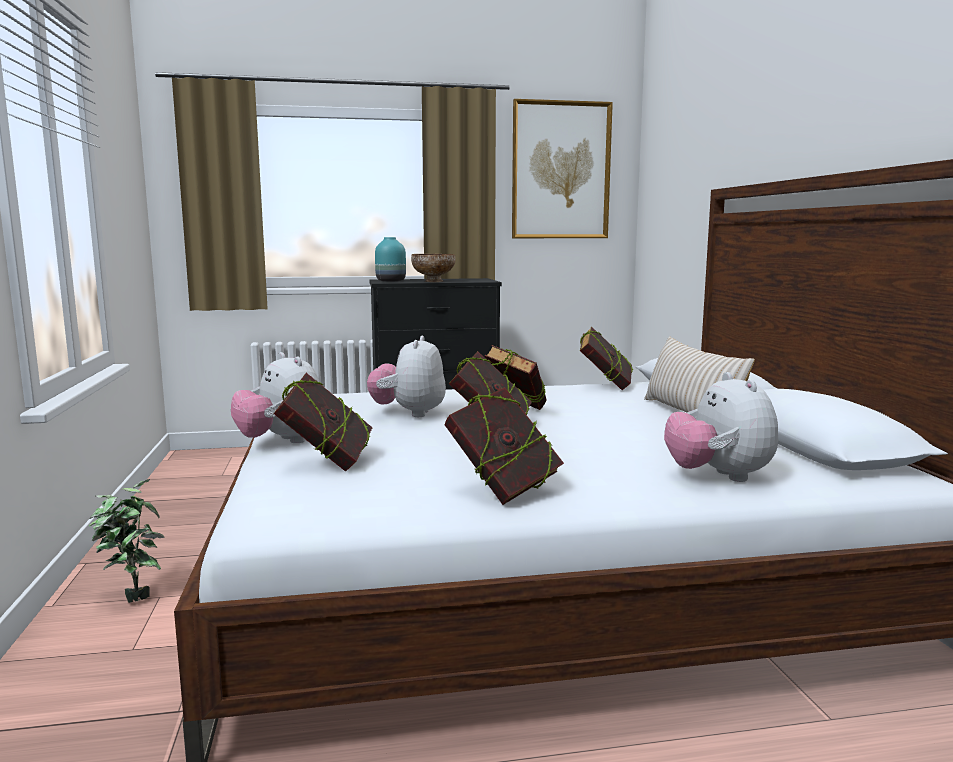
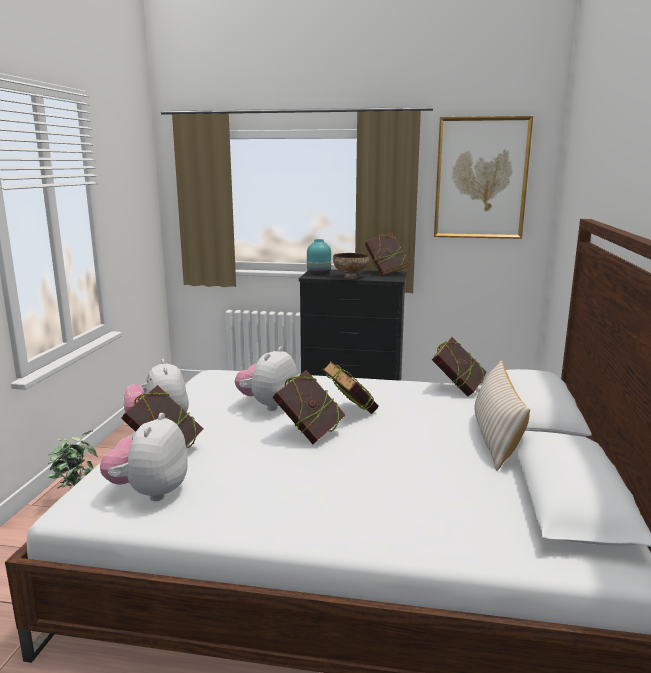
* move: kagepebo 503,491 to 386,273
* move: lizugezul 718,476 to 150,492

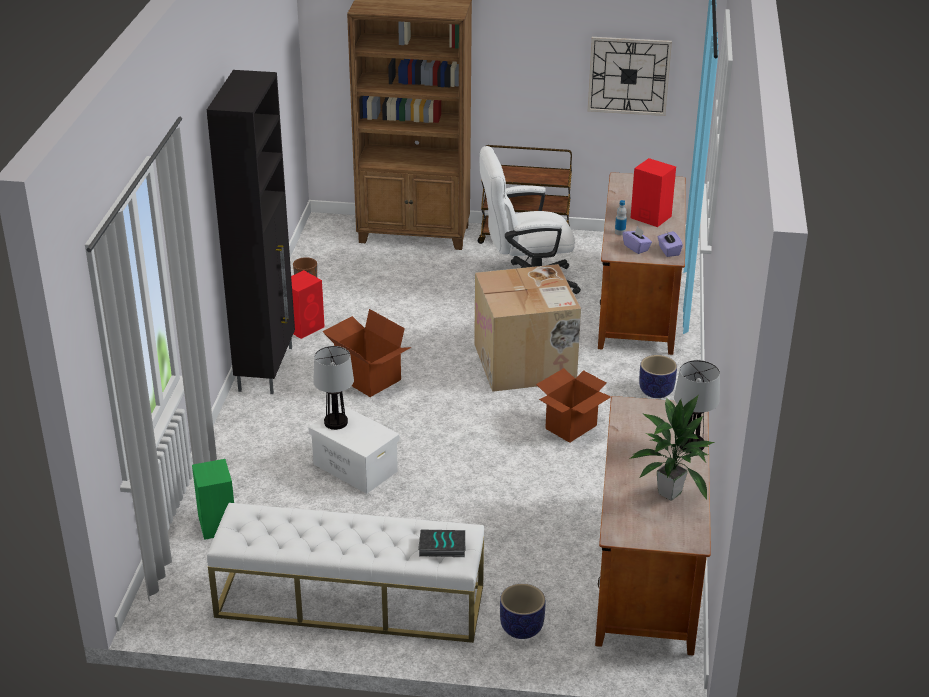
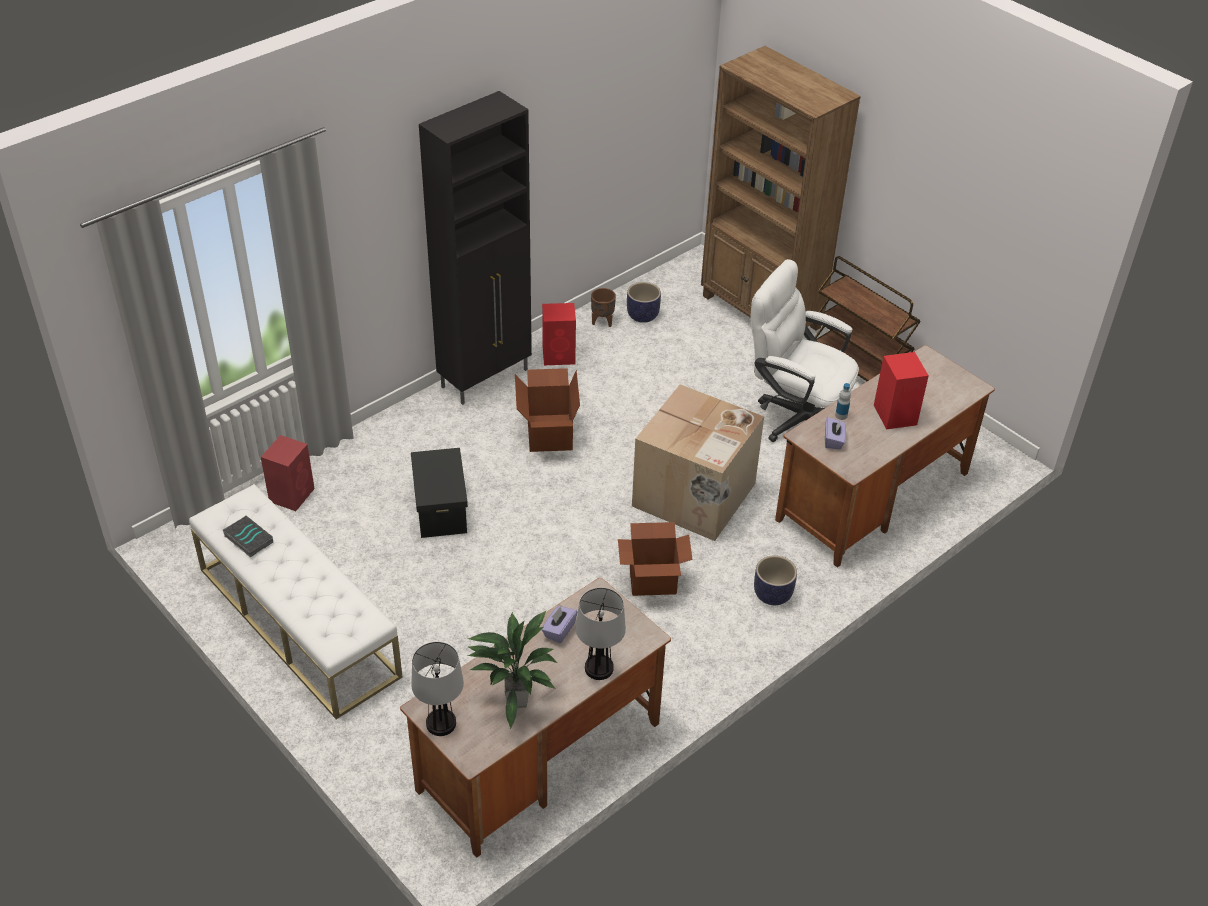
* delete: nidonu 629,76
* move: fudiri 335,422 to 440,723
* move: kagepebo 441,547 to 247,539
* move: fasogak 522,628 to 643,316
* move: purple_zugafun 668,251 to 559,630
* recolor: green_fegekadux 217,523 to red_fegekadux 292,494
* recolor: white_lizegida 354,467 to black_lizegida 440,508

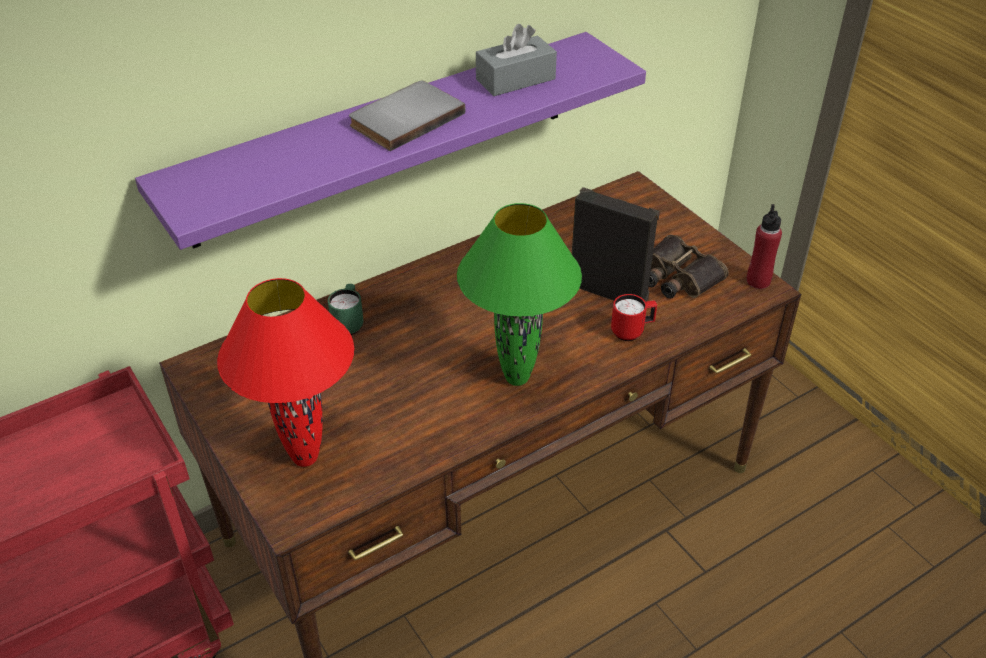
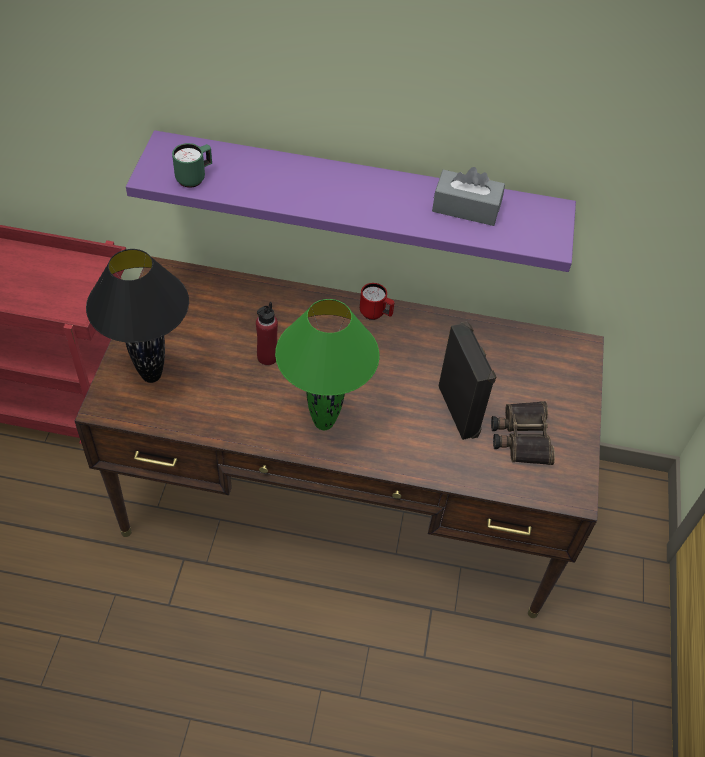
* delete: grey_kagepebo 404,118
* move: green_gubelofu 349,323 to 194,178
* move: red_gubelofu 632,332 to 376,314
* move: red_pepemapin 758,281 to 267,357
* recolor: red_fudiri 304,459 to black_fudiri 150,376

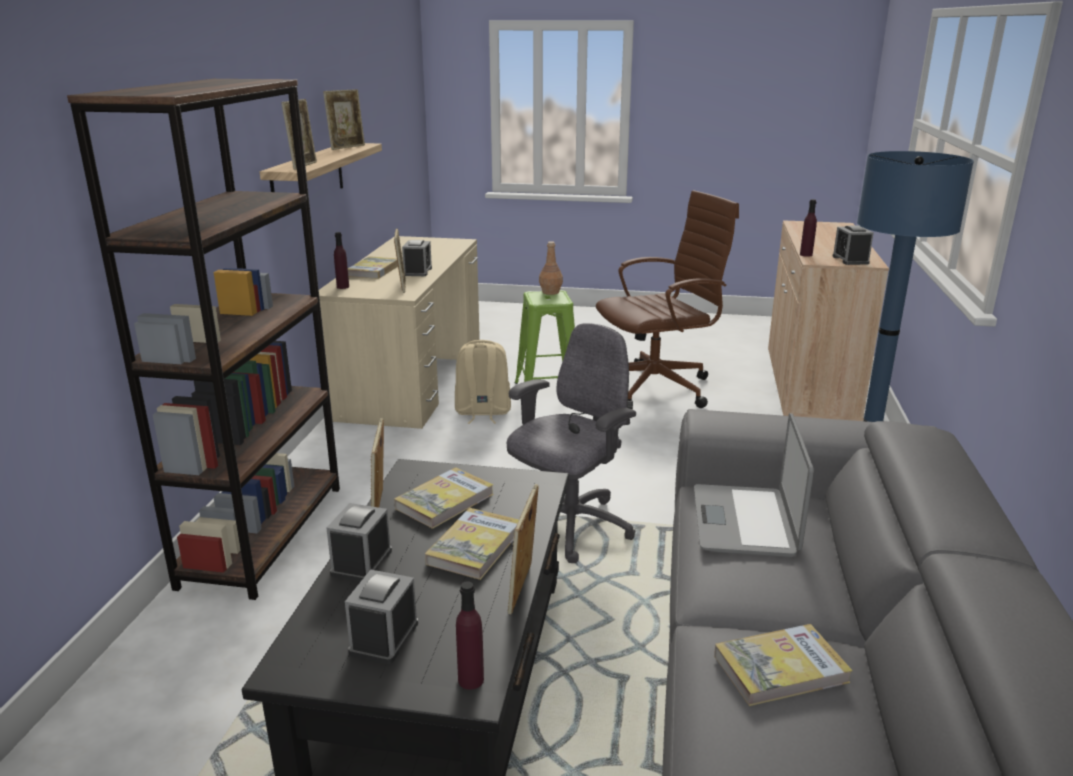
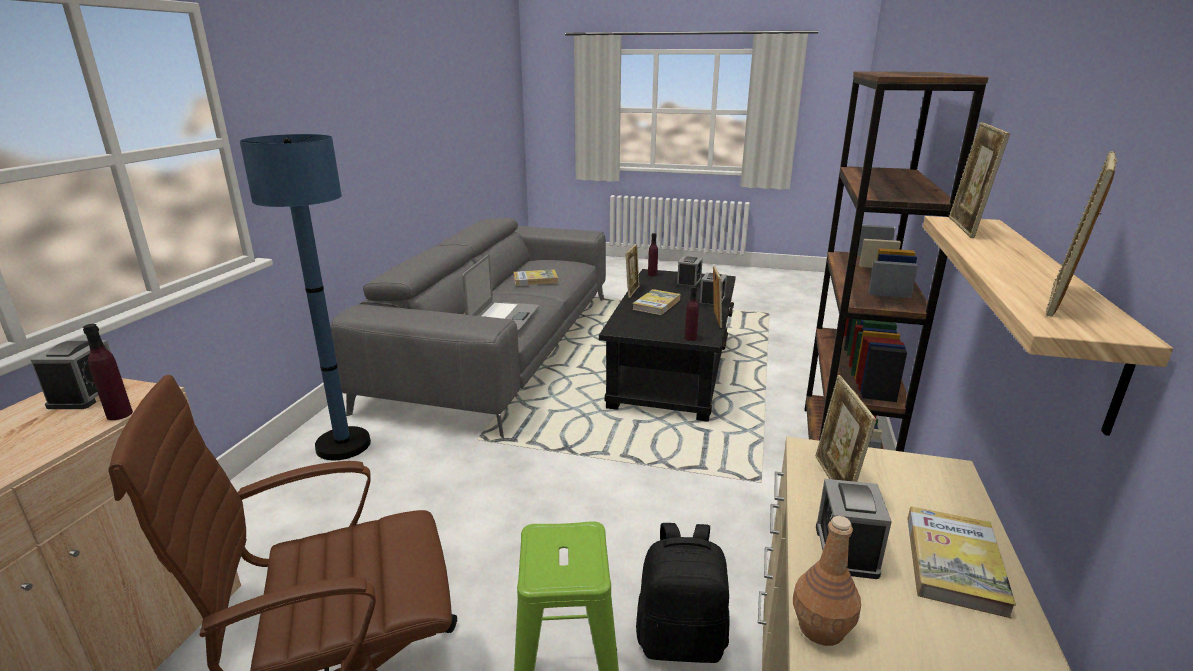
* delete: kagepebo 444,501
* delete: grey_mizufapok 569,528
* move: purple_pepemapin 343,287 to 690,338
* move: brown_pepemapin 551,292 to 820,627
* recolor: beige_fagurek 482,412 to black_fagurek 681,640

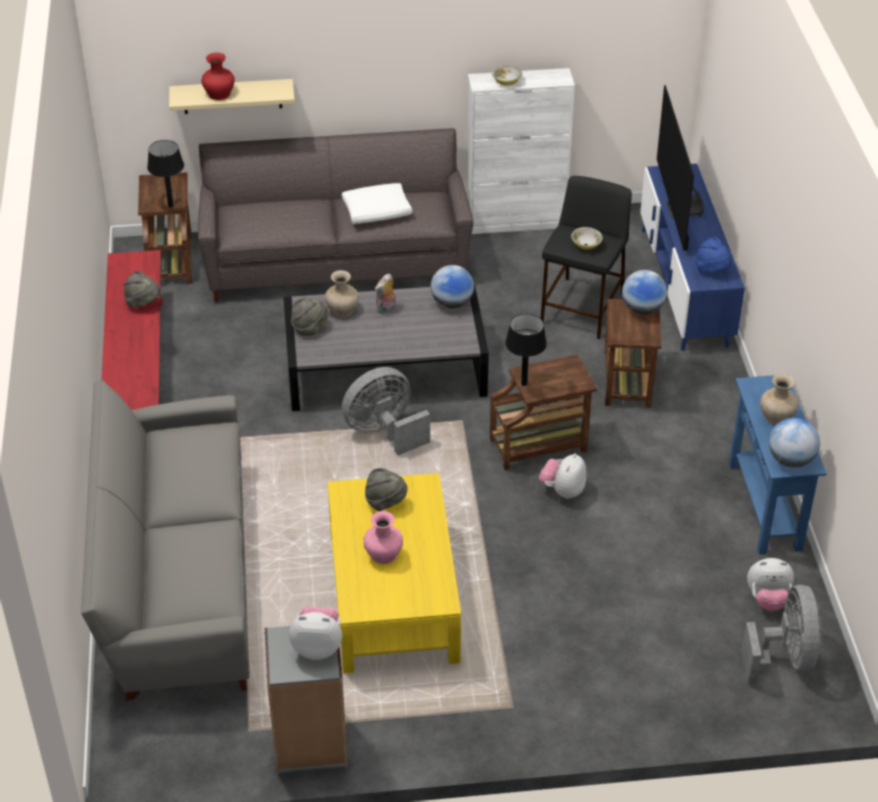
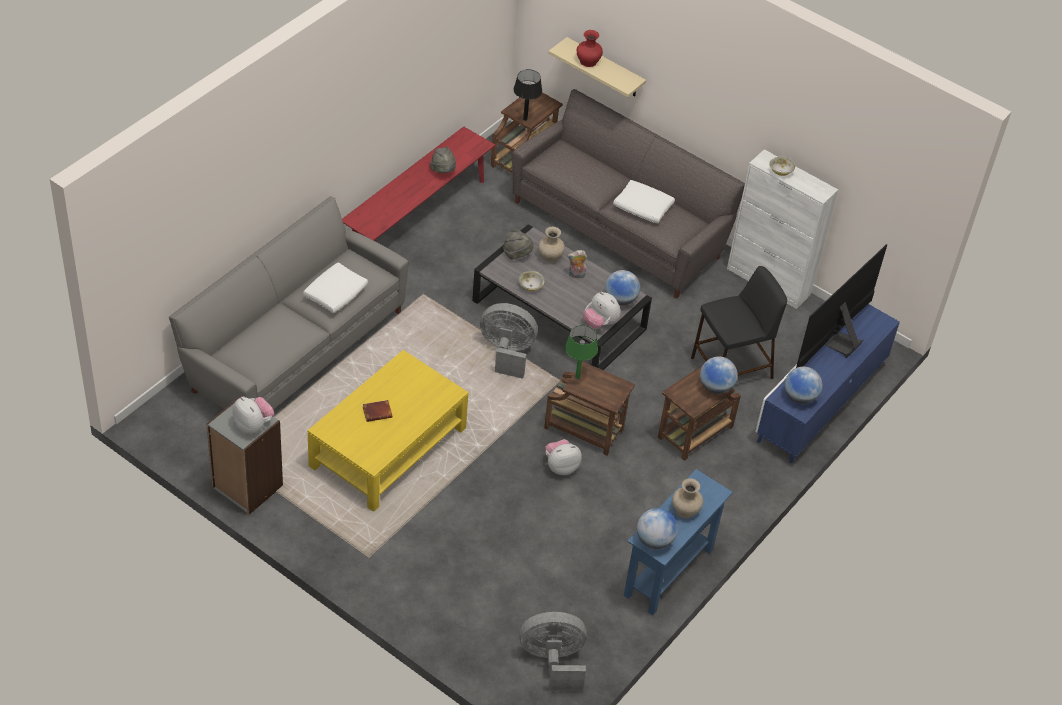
* delete: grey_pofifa 385,502
* insert: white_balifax 336,293
* move: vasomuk 586,245 to 531,286
* move: lizugezul 768,599 to 600,323
* replace: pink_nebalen 383,554 to brown_kagepebo 378,412
* replace: blue_pofifa 712,270 to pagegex 800,397
* recolor: black_fudiri 523,383 to green_fudiri 577,376
* rotate: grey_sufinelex 785,657 = 553,661 135 degrees counterclockwise

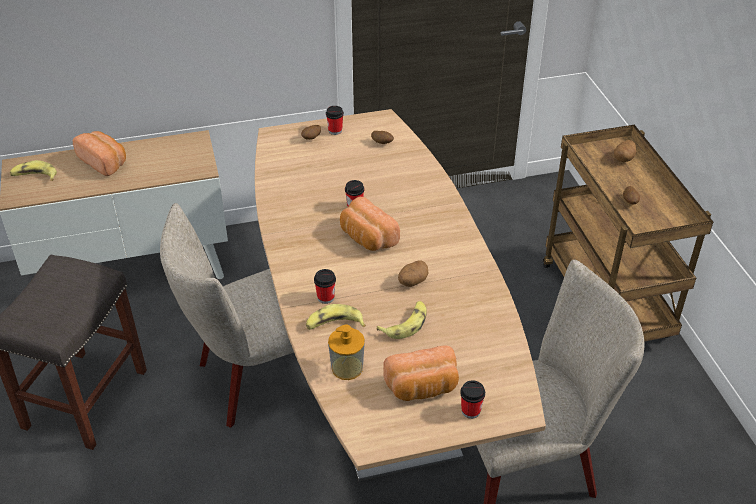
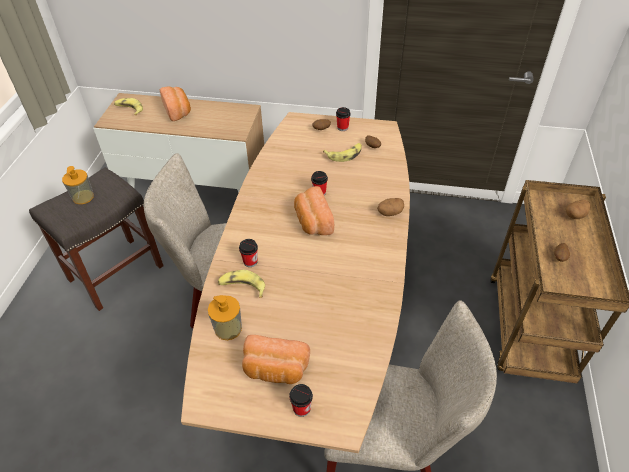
* insert: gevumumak 83,197
* move: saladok 405,324 to 344,154
* move: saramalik 412,282 to 389,213

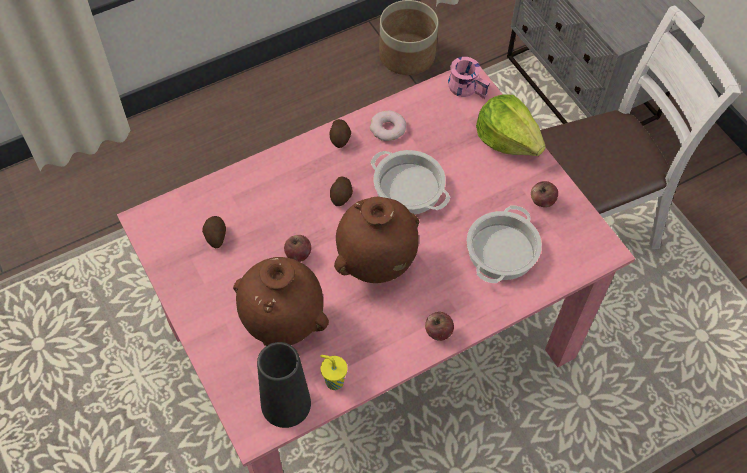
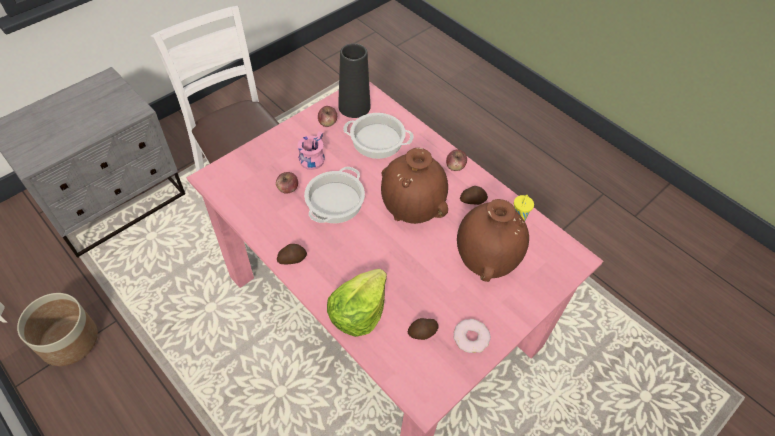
* move: black_nebalen 286,404 to 354,106
* move: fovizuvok 298,254 to 288,189
* move: saramalik 341,196 to 472,200
* move: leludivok 388,128 to 471,337
* move: pink_gubelofu 468,86 to 312,157
* move: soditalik 507,139 to 358,311

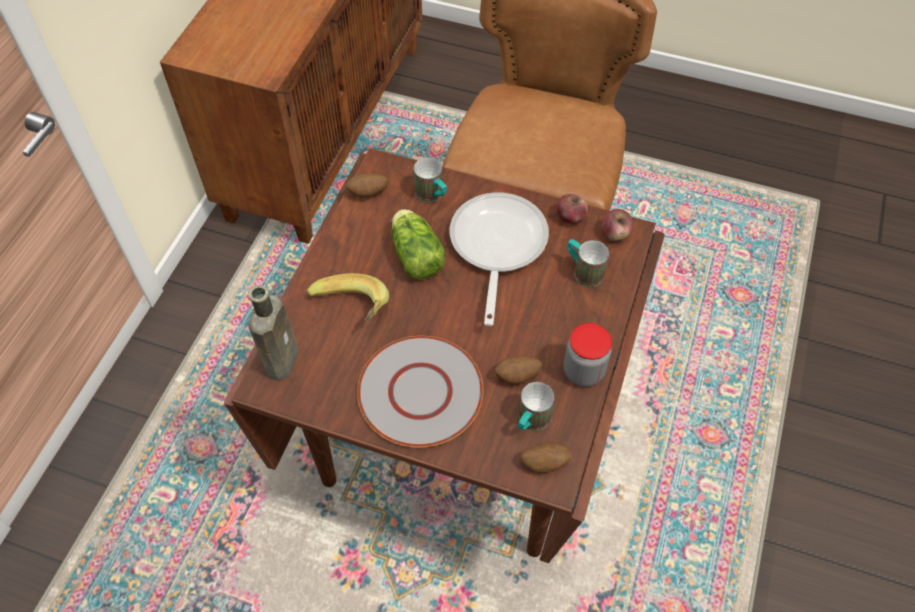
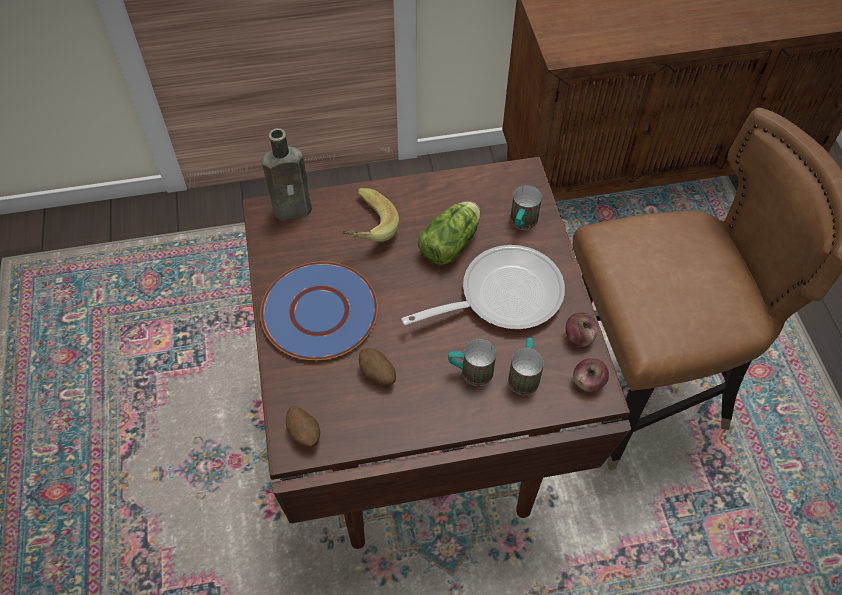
* delete: saramalik 368,193
* delete: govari 583,371
* move: gubelofu 530,422 to 470,372
* recolor: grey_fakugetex 421,391 to blue_fakugetex 320,312

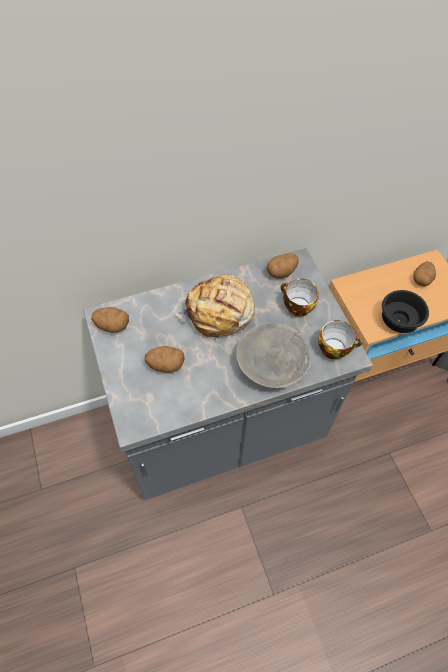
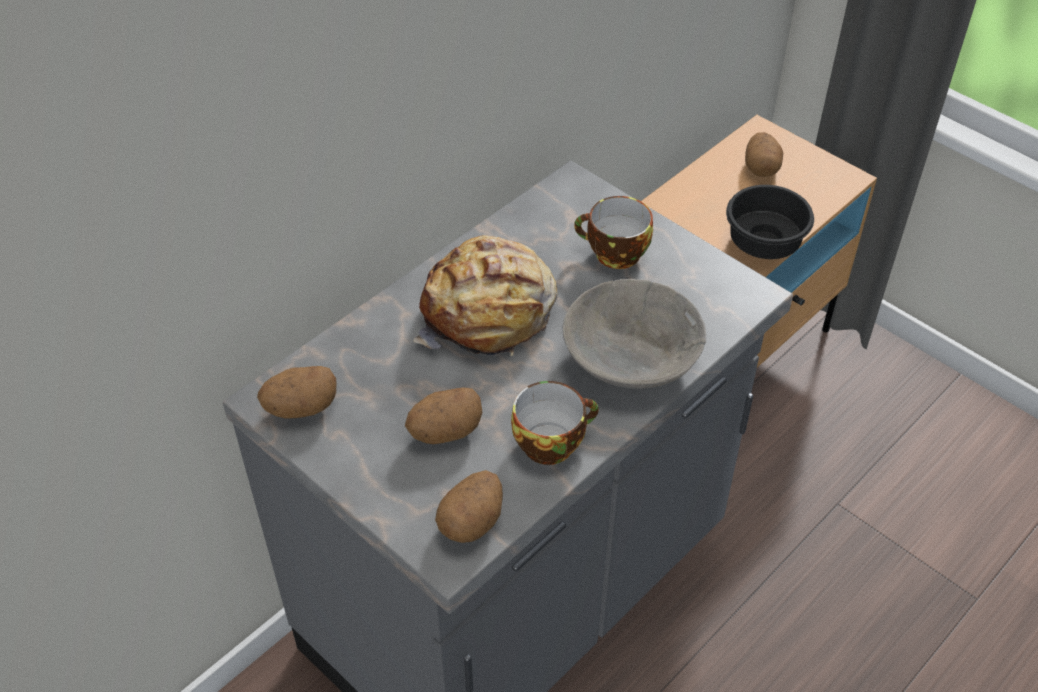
* move: saramalik 281,272 to 472,521
* move: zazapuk 335,348 to 551,442

